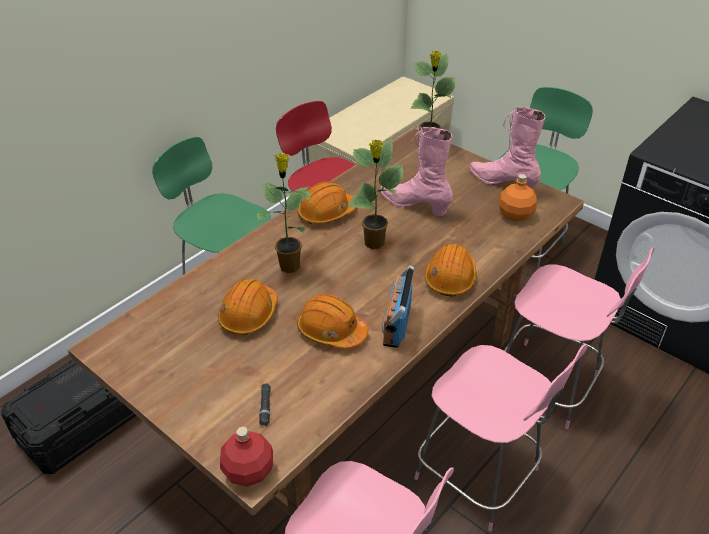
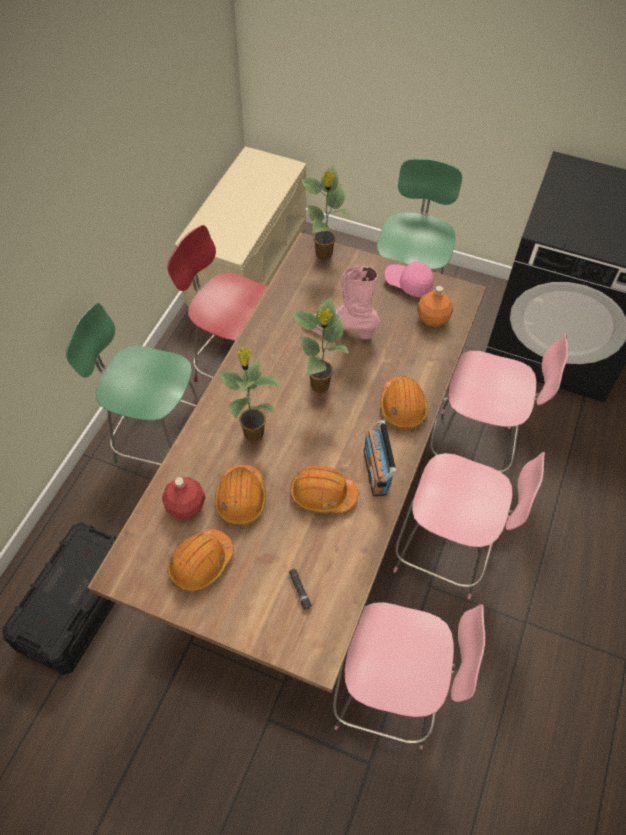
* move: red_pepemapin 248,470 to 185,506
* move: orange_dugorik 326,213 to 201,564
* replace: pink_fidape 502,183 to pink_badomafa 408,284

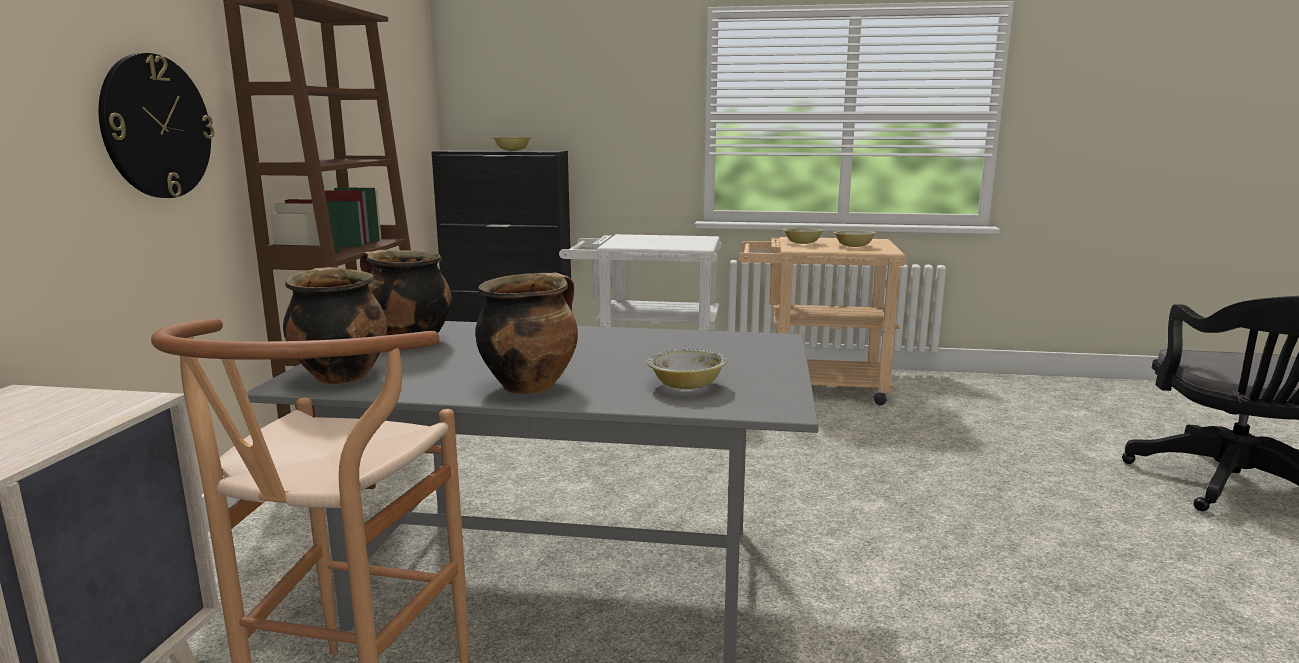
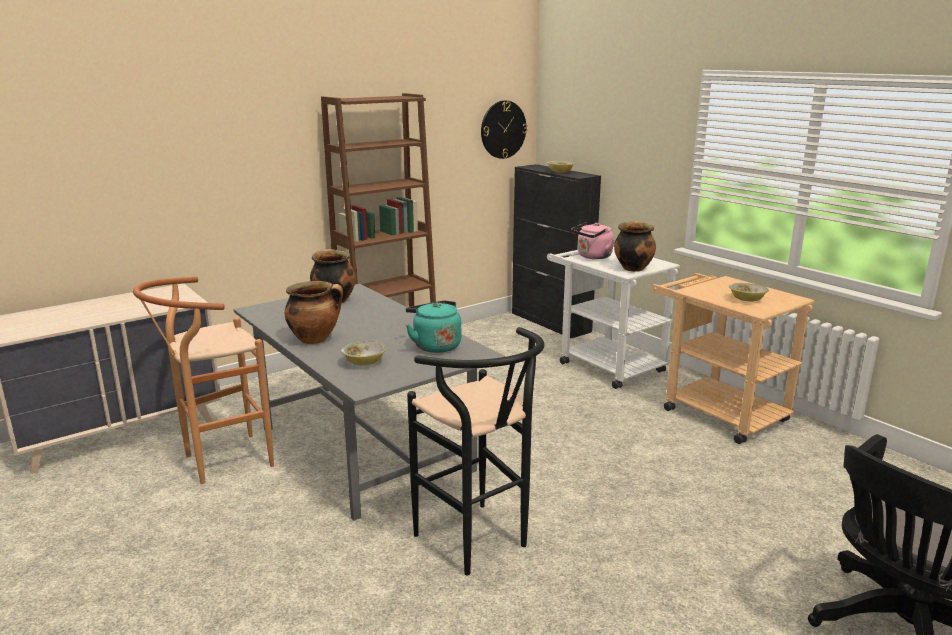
* delete: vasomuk 802,243
* insert: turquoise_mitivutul 435,345
* insert: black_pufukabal 478,544
* insert: pink_mitivutul 593,257
* move: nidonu 156,127 to 503,129
* move: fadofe 340,376 to 633,268

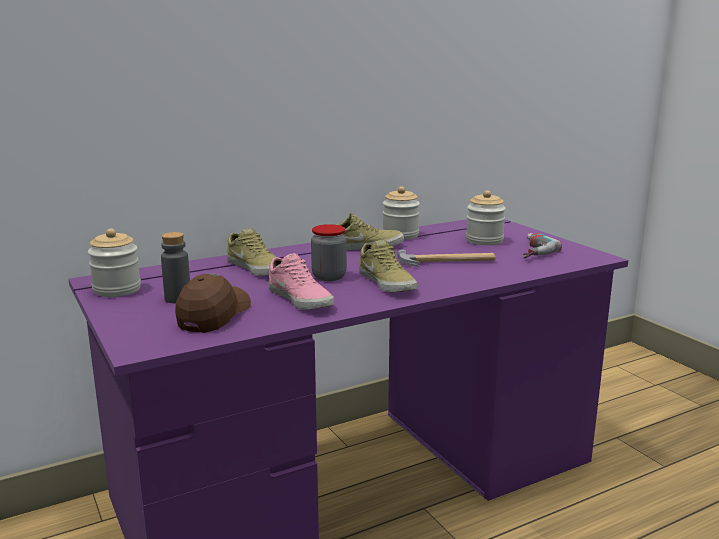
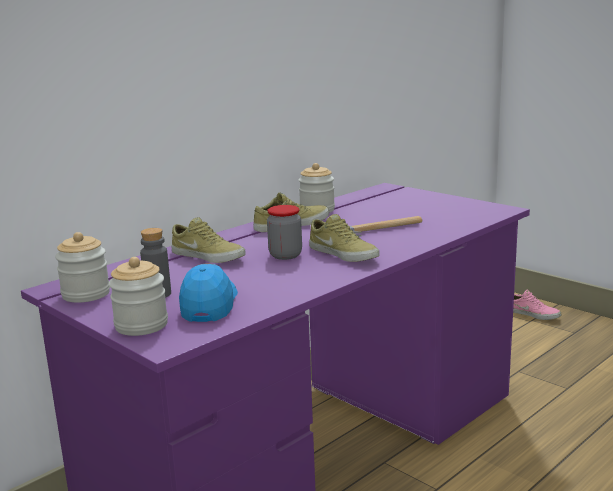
* delete: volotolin 527,251
* move: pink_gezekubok 302,299 to 533,314
* move: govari 484,240 to 141,325
* recolor: brown_badomafa 214,315 to blue_badomafa 209,304

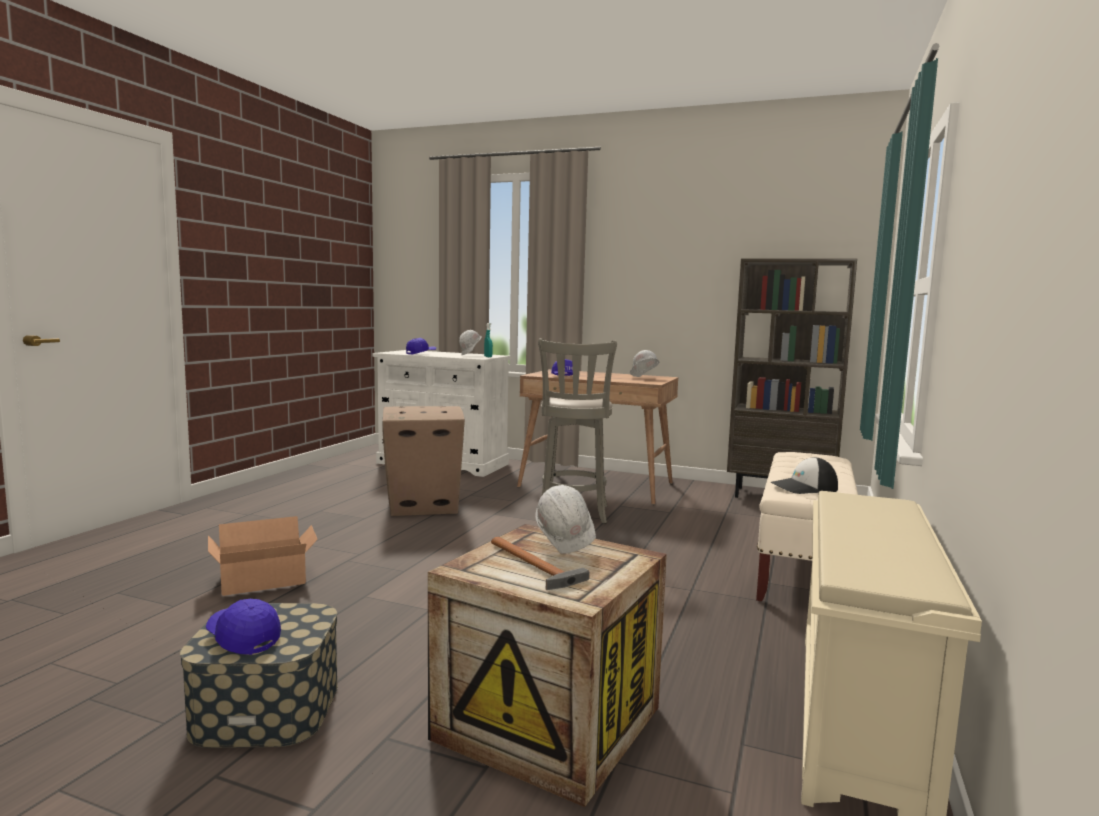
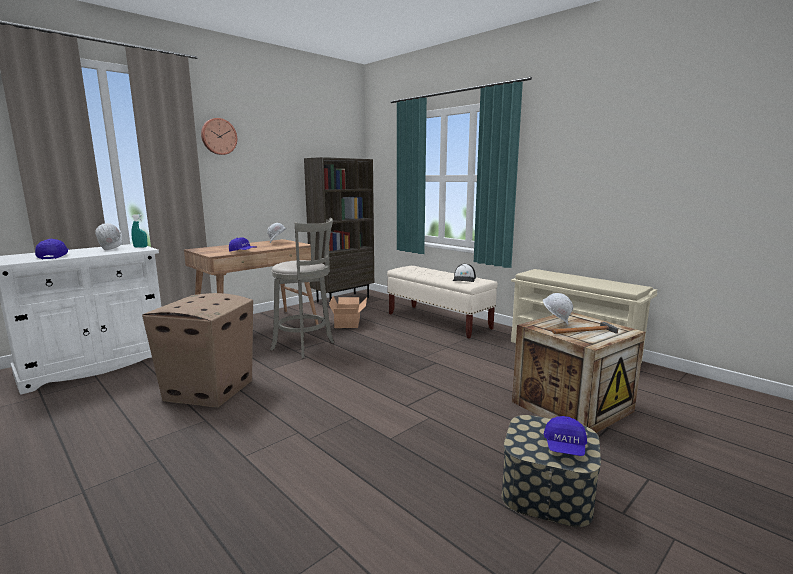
* insert: nidonu 218,136
* move: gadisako 265,581 to 349,322
* rotate: blue_badomafa 242,638 = 565,448 45 degrees counterclockwise

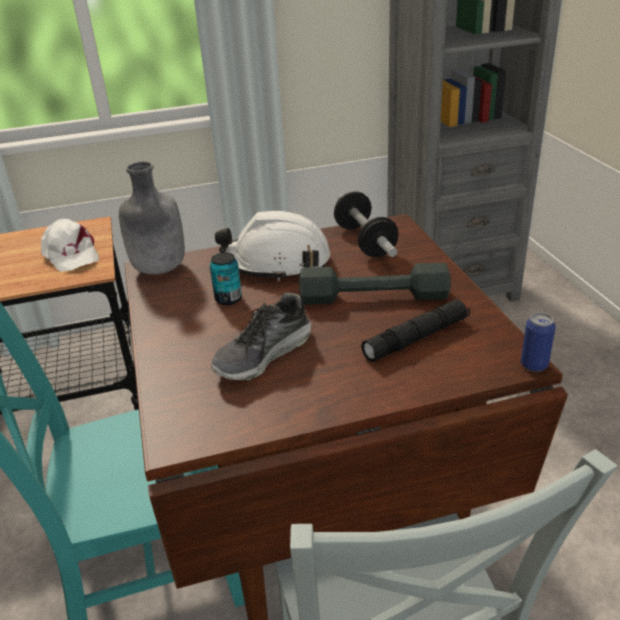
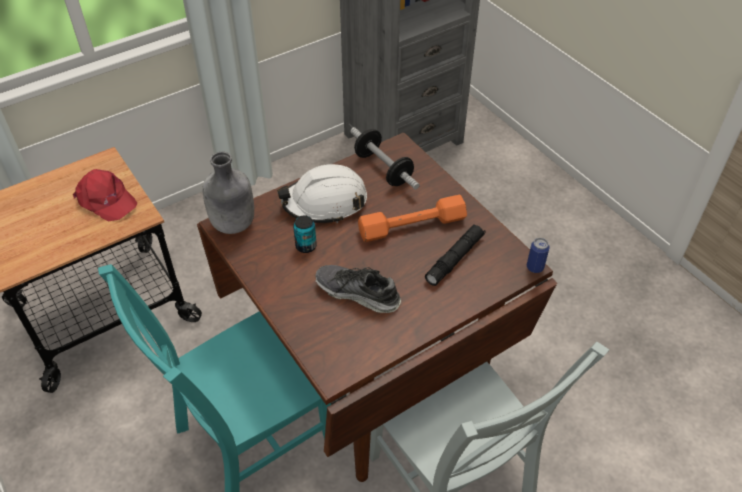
* recolor: white_badomafa 71,255 to red_badomafa 106,200
* recolor: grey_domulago 374,296 to orange_domulago 412,225
* rotate: gezekubok 263,355 = 357,293 90 degrees clockwise

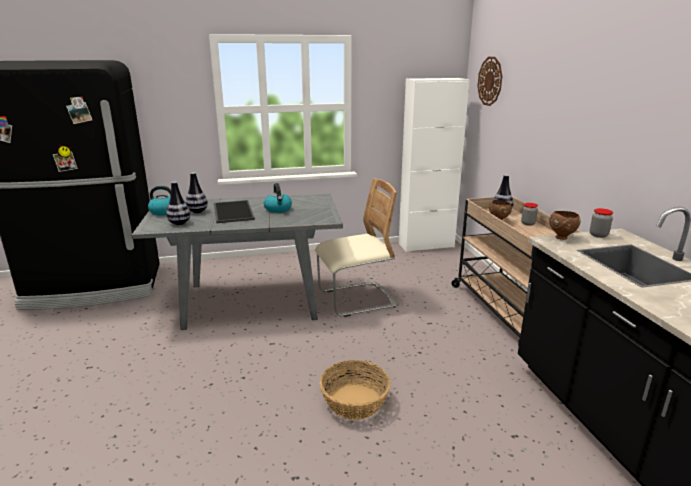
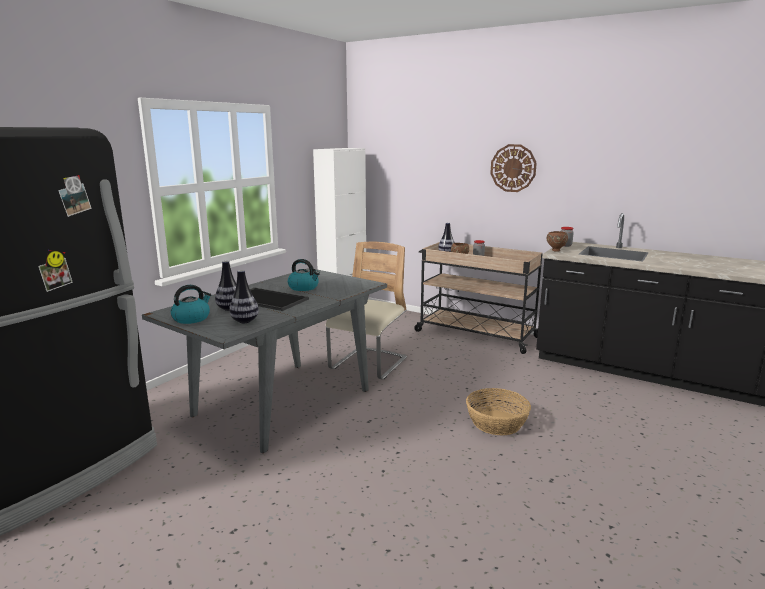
* move: nidonu 490,81 to 513,168

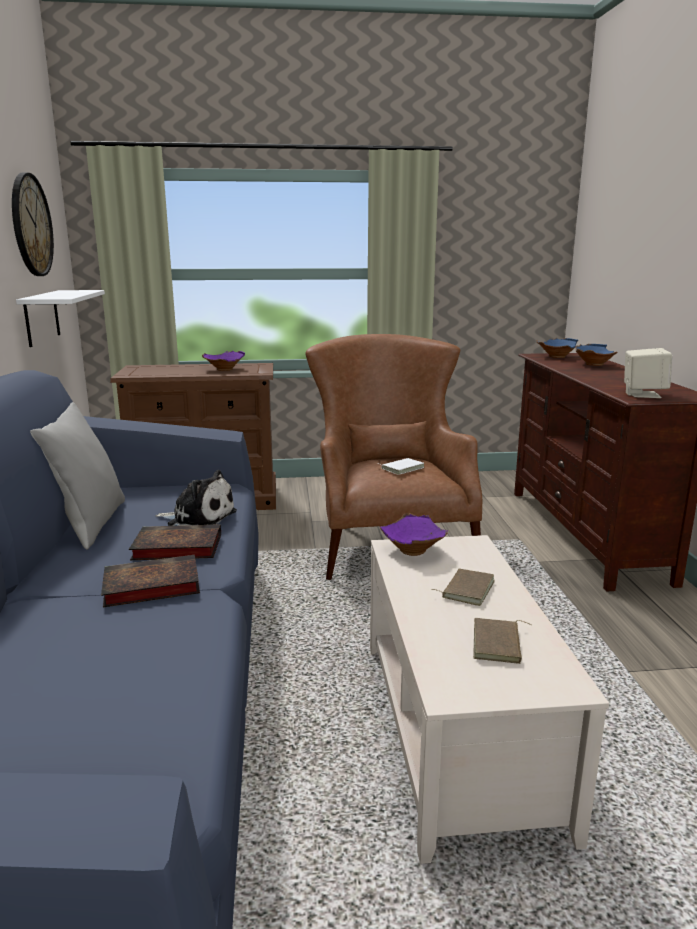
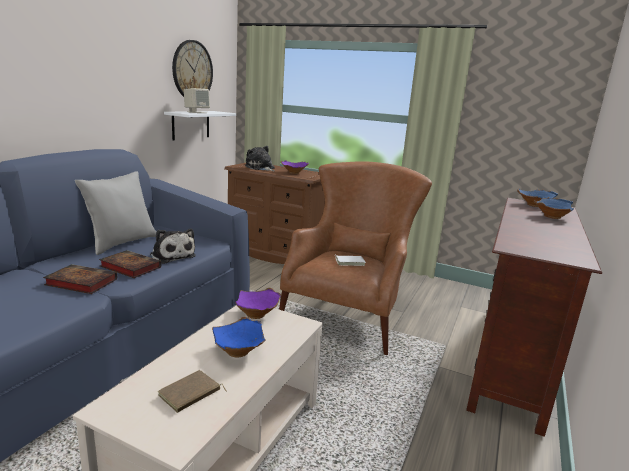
* insert: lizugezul 260,168
* move: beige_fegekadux 643,394 to 196,112
* replace: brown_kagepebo 466,589 to blue_vasomuk 240,351

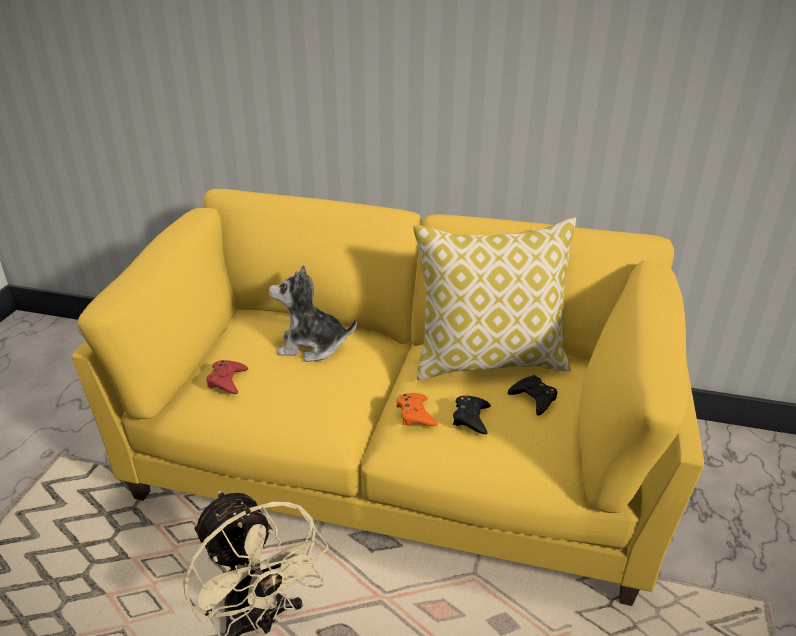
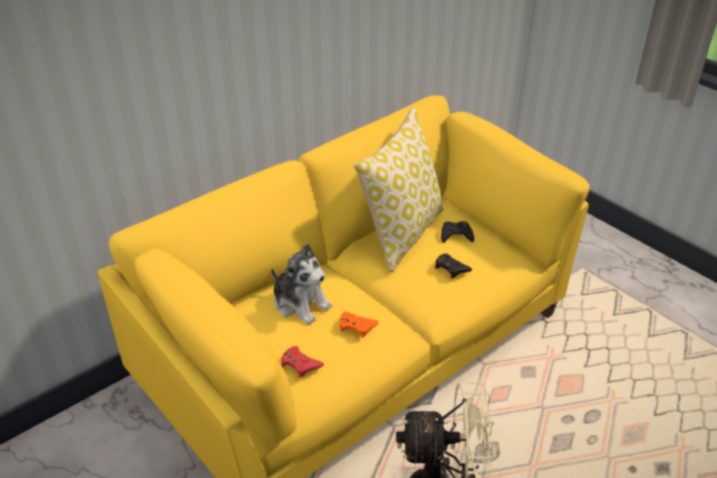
* move: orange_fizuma 415,414 to 356,326
* rotate: lizugezul 312,346 = 300,304 90 degrees counterclockwise

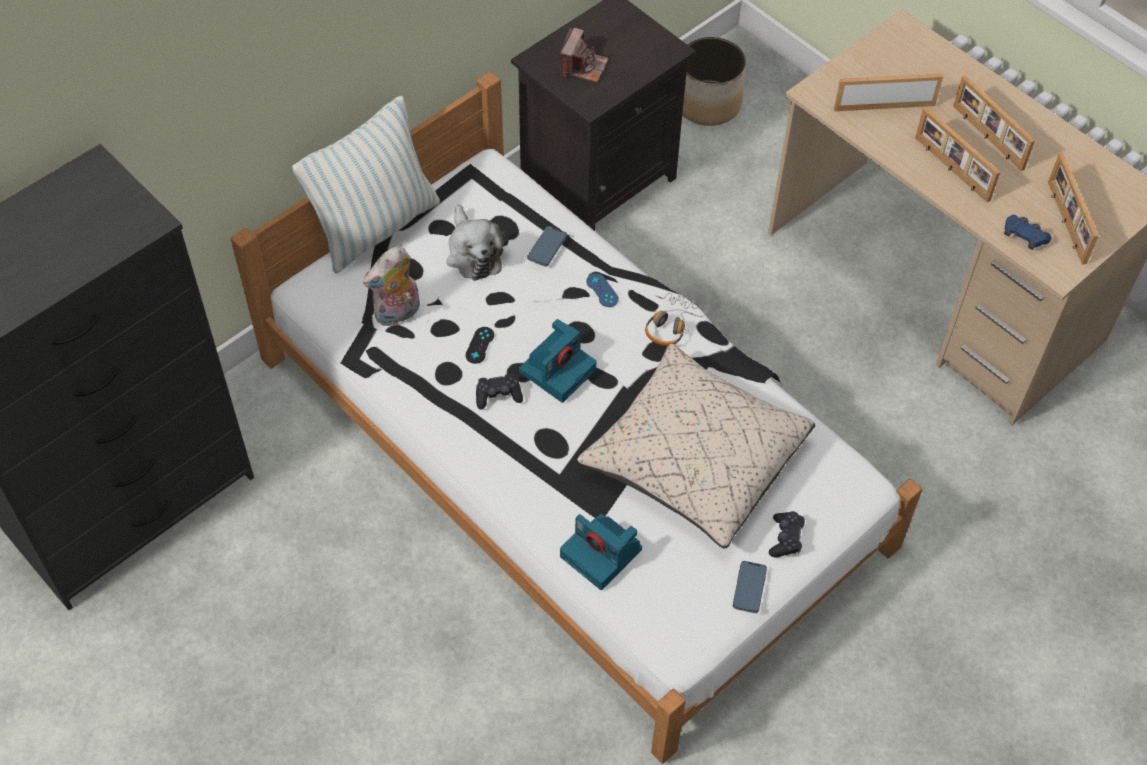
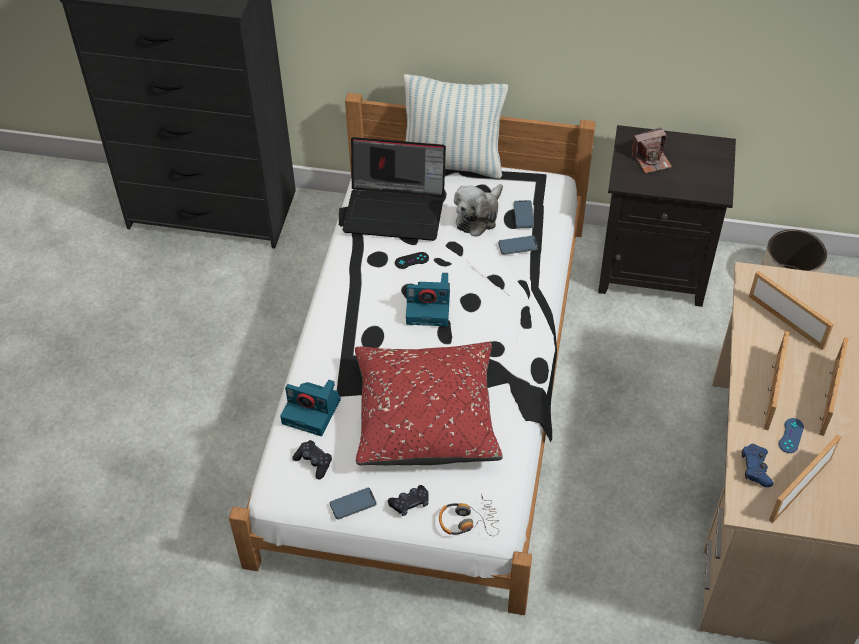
* insert: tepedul 523,216
* move: black_fizuma 498,395 to 314,462
* move: blue_fizuma 602,290 to 791,435
* move: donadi 670,324 to 468,521
* replace: lizugezul 397,314 to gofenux 396,210
* recolor: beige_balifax 694,461 to red_balifax 426,418
* rotate: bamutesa 602,553 = 313,411 75 degrees counterclockwise

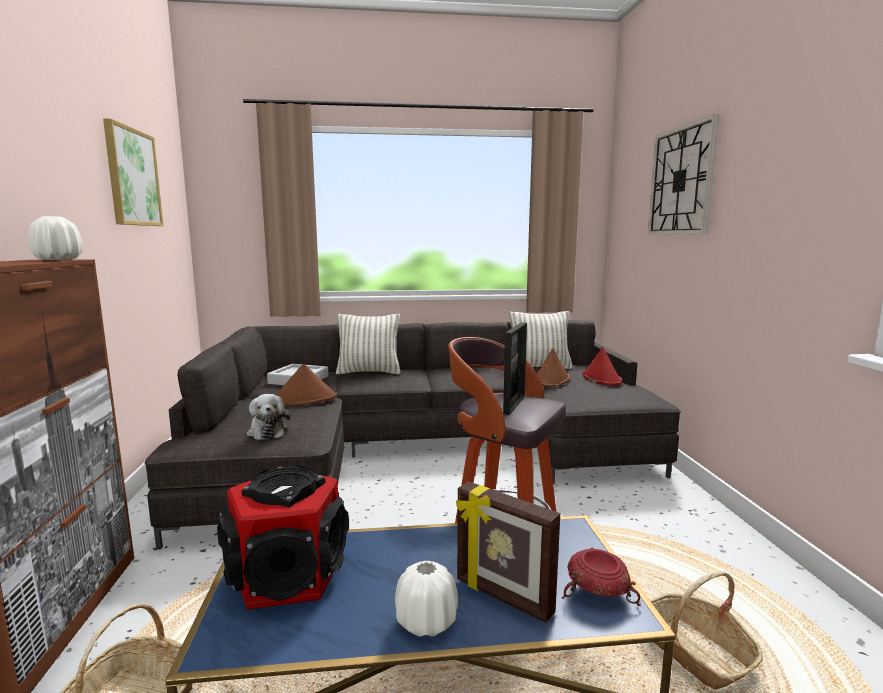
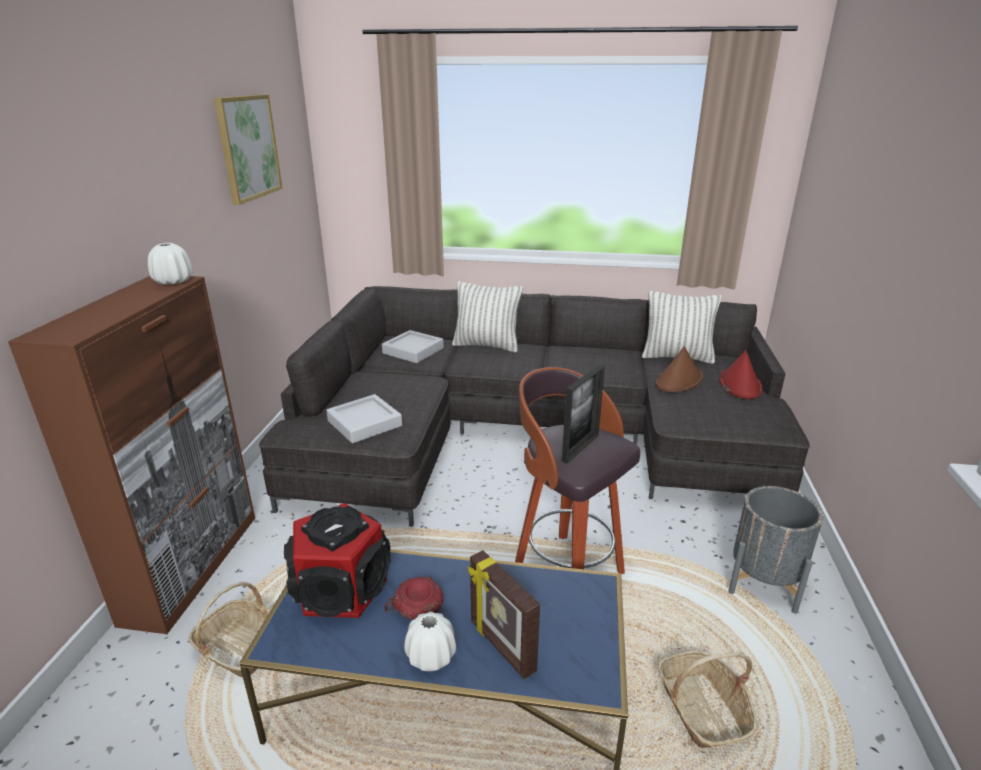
* delete: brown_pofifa 304,400
* delete: nidonu 681,181
* insert: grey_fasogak 763,582
* move: red_vasomuk 595,591 to 418,609
* replace: lizugezul 267,431 to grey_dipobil 364,423

